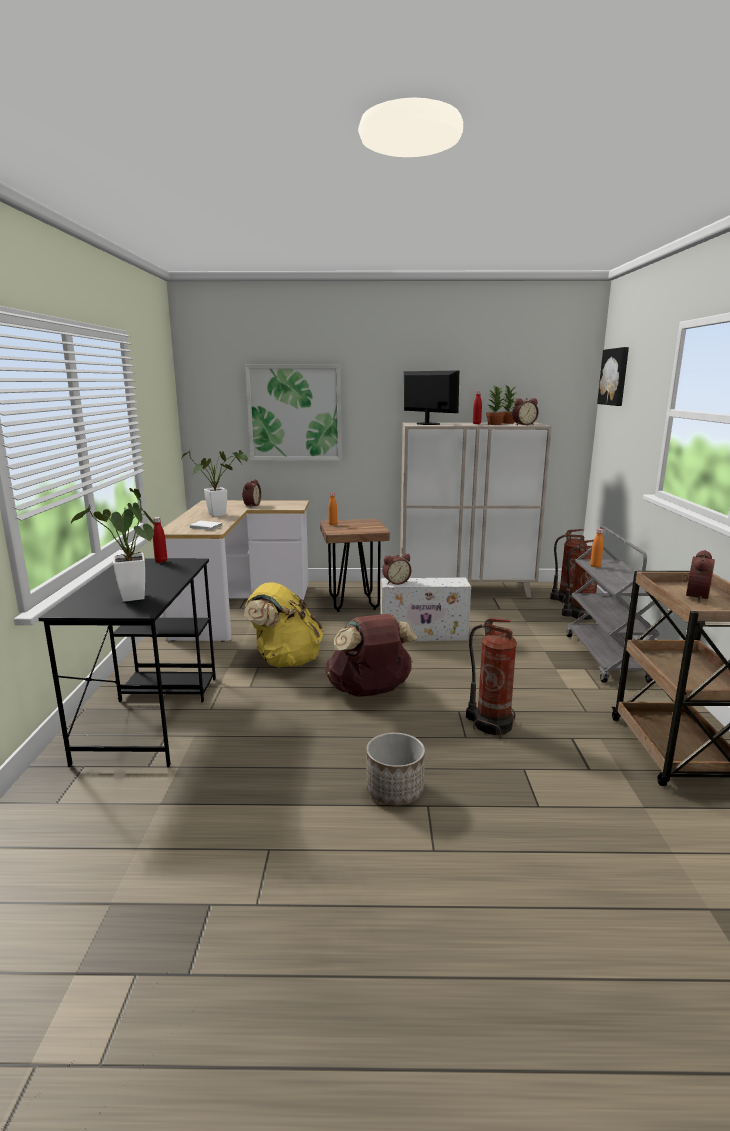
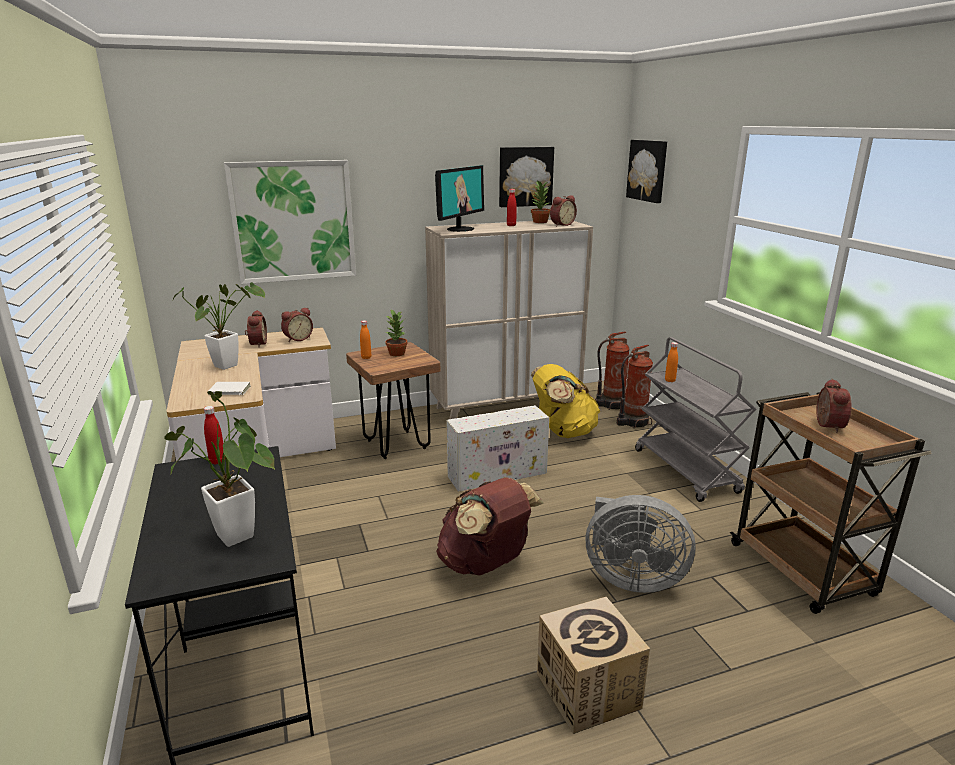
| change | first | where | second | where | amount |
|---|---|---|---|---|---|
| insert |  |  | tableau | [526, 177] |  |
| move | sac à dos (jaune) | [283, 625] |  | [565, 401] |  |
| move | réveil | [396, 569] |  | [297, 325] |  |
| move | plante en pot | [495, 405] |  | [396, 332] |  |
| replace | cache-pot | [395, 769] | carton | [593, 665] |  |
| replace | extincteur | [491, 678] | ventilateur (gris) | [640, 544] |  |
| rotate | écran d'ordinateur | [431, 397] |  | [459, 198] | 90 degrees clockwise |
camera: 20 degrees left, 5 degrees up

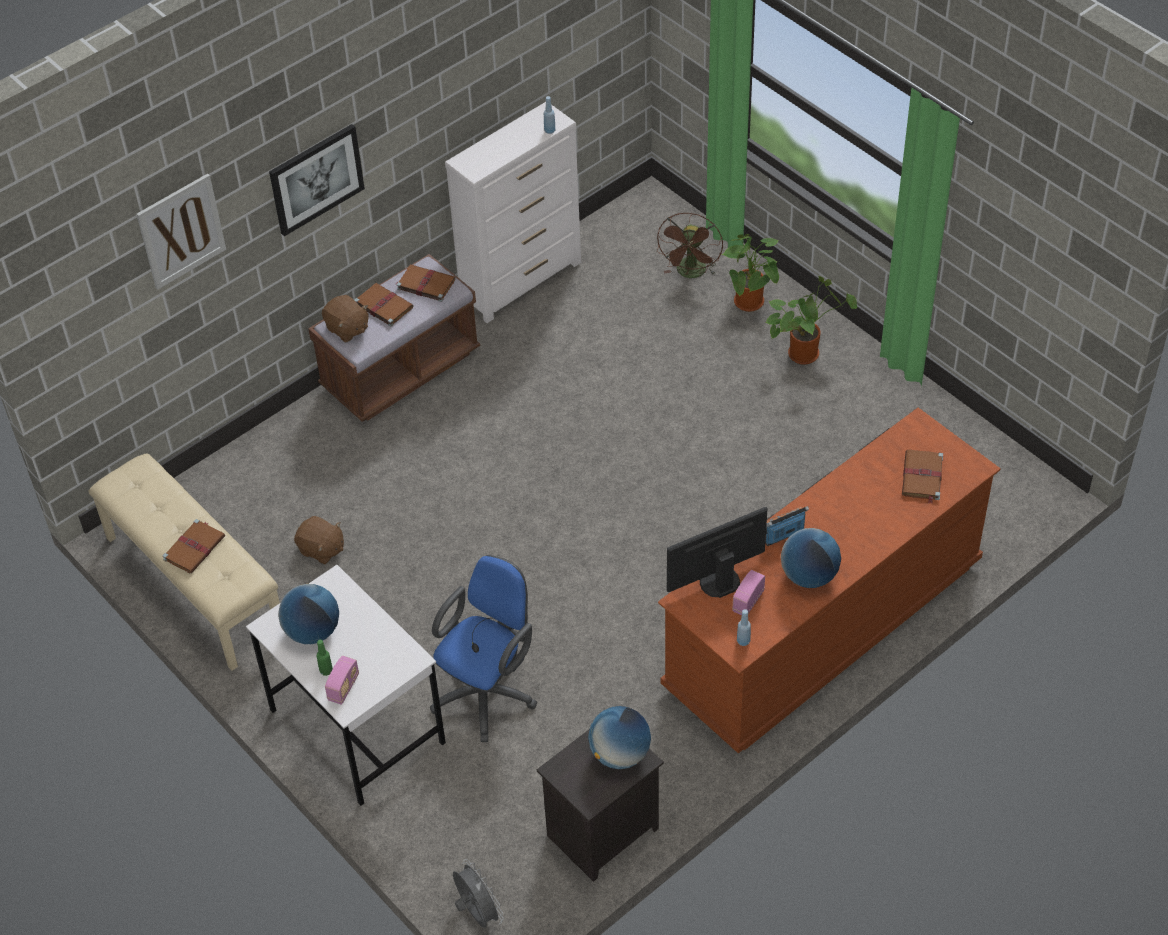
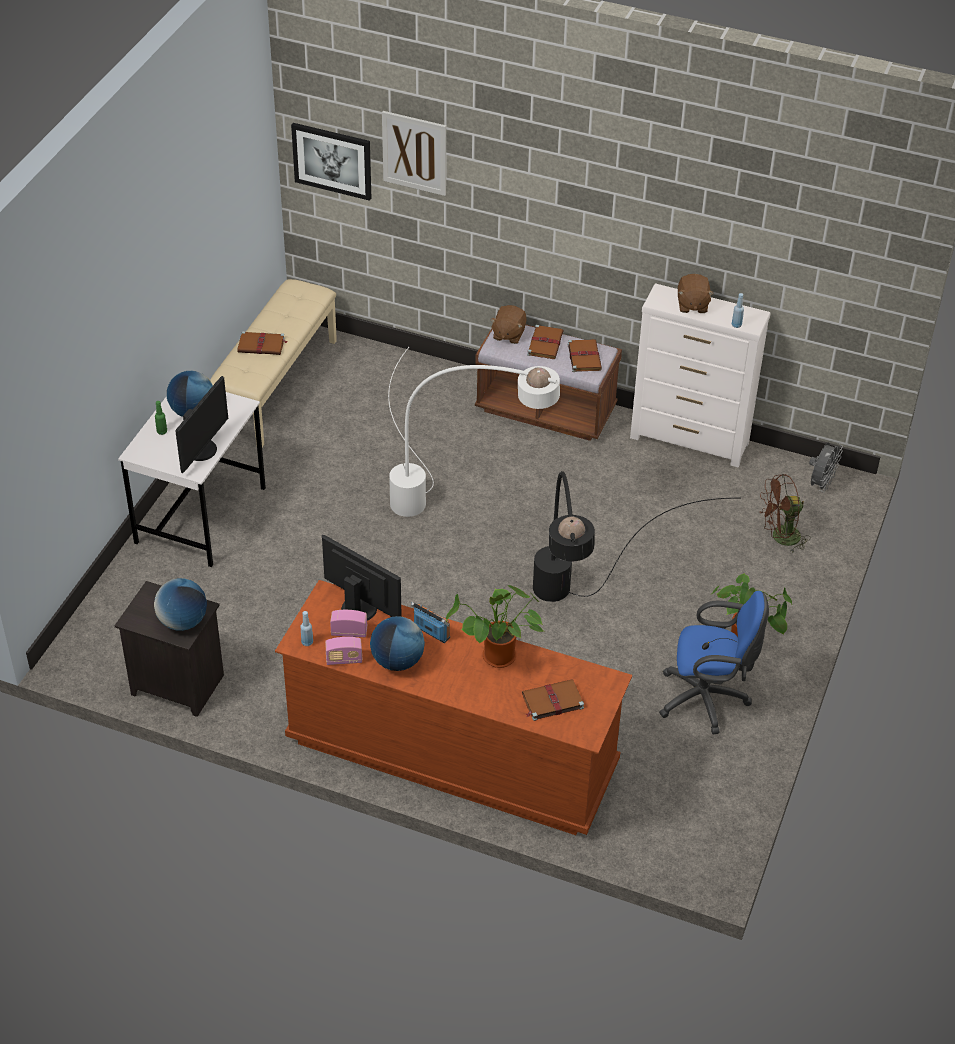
| change | first | where | second | where | amount |
|---|---|---|---|---|---|
| insert |  |  | écran d'ordinateur | [201, 424] |  |
| insert |  |  | lampadaire (blanc) | [474, 432] |  |
| insert |  |  | lampadaire (noir) | [634, 536] |  |
| move | tableau | [317, 180] |  | [331, 162] |  |
| move | peluche (marron) | [319, 540] |  | [696, 293] |  |
| move | radio | [342, 680] |  | [343, 651] |  |
| move | chaise de bureau (bleu) | [483, 648] |  | [714, 662] |  |
| move | ventilateur (gris) | [478, 893] |  | [826, 467] |  |
| move | plante en pot | [750, 273] |  | [495, 626] |  |
camera: 60 degrees right, 5 degrees down

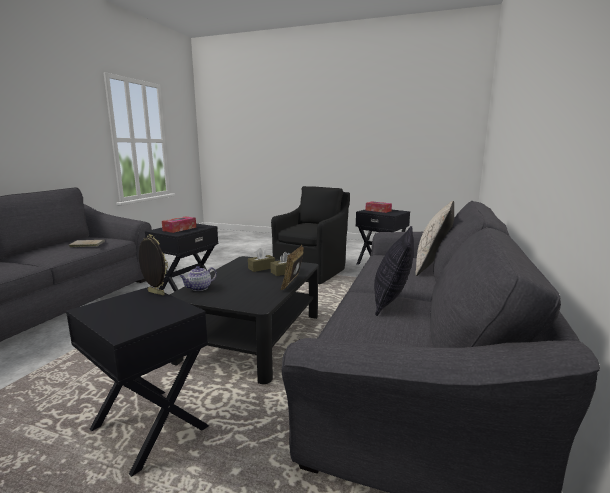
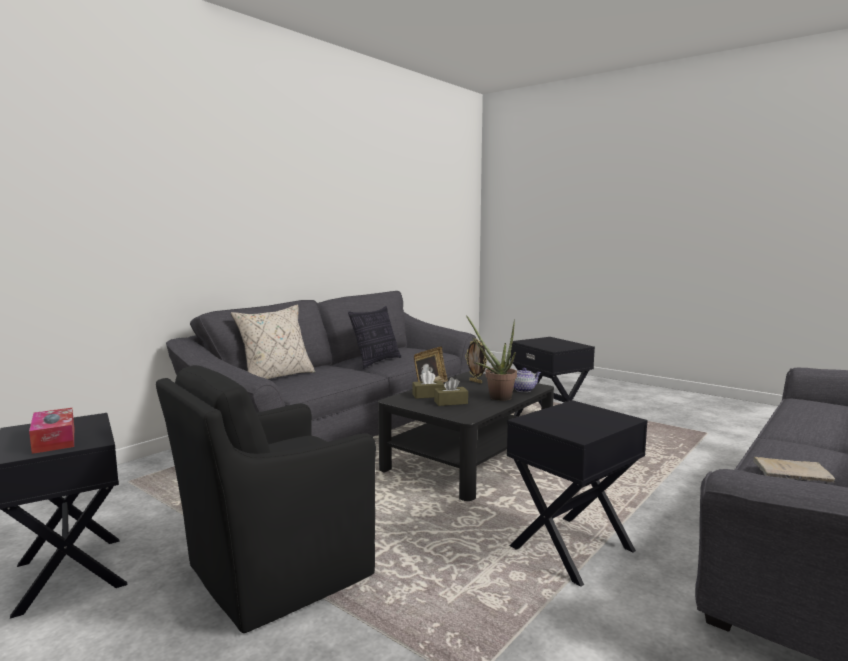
| change | first | where | second | where | amount |
|---|---|---|---|---|---|
| delete | boîte à mouchoirs | [179, 224] |  |  |  |
| insert |  |  | plante en pot | [491, 358] |  |
| move | cadre photo | [153, 264] |  | [476, 361] |  |
camera: 160 degrees left, 5 degrees down

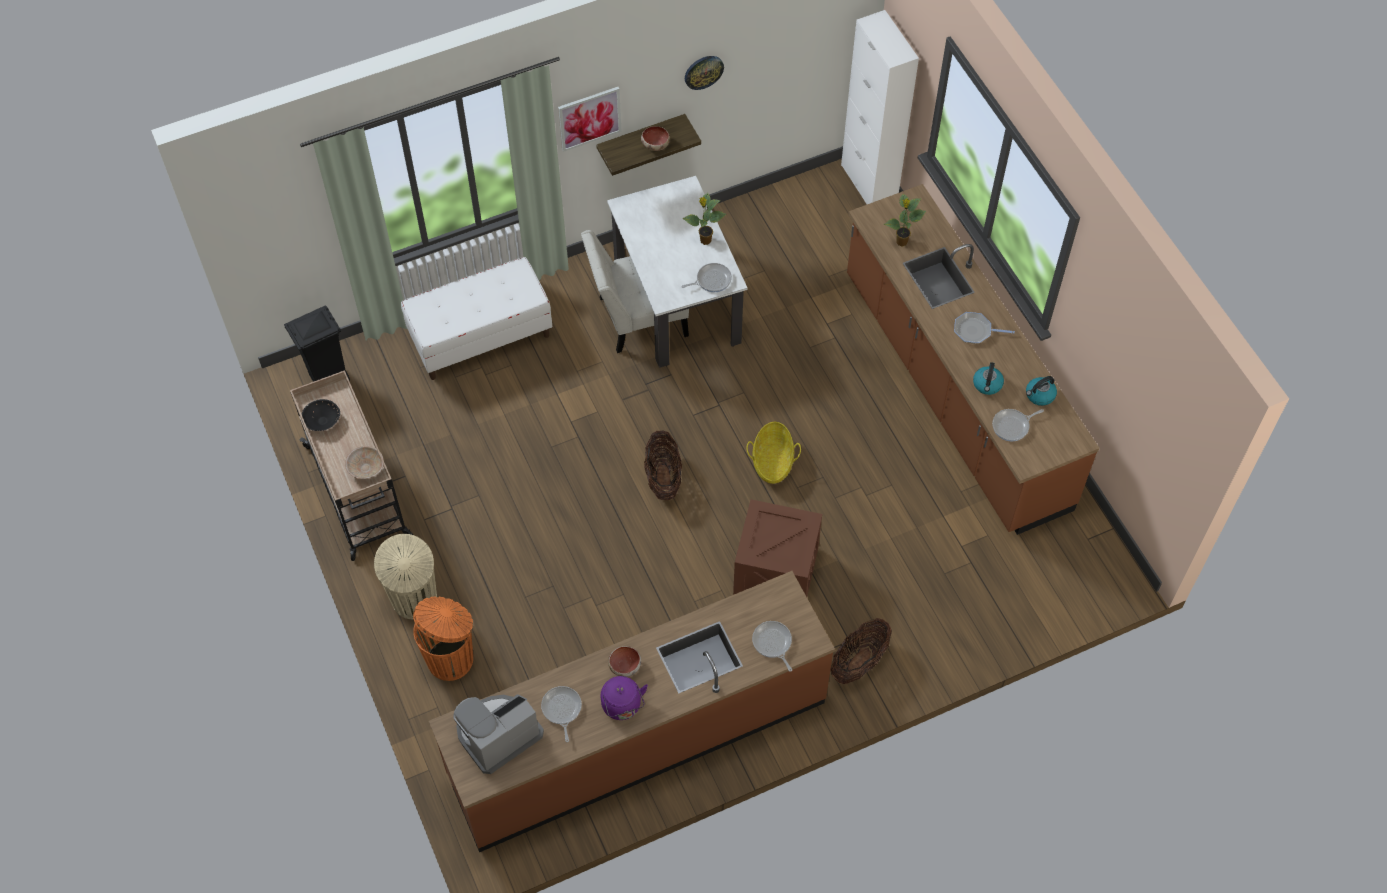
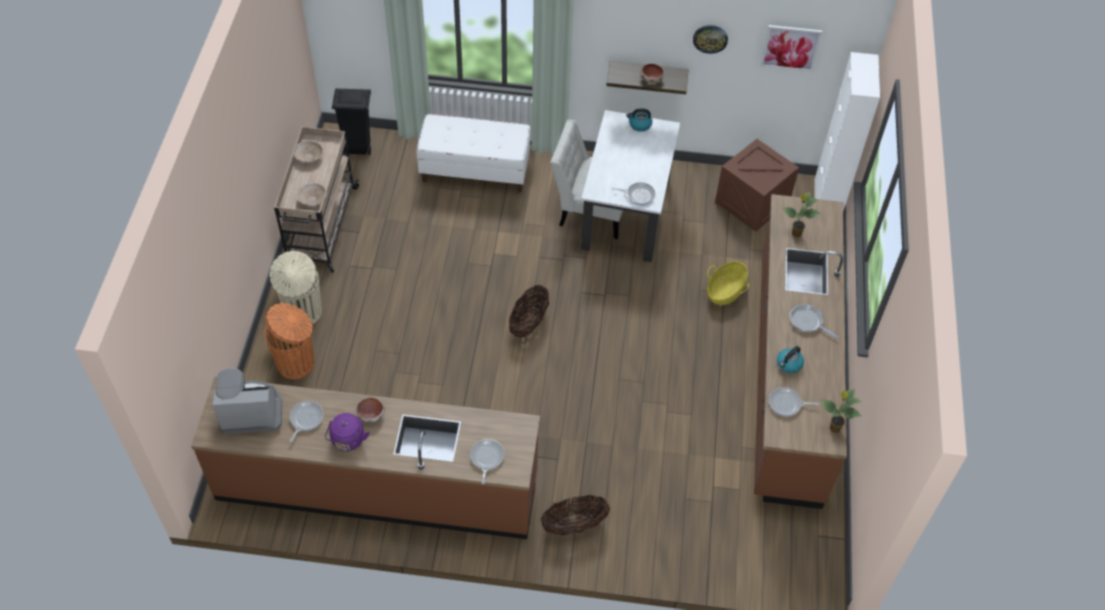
| change | first | where | second | where | amount |
|---|---|---|---|---|---|
| move | tableau | [590, 119] |  | [791, 48] |  |
| move | plante en pot | [704, 219] |  | [841, 411] |  |
| move | caisse | [777, 548] |  | [757, 185] |  |
| move | panier | [773, 453] |  | [728, 283] |  |
| move | bouilloire | [1041, 391] |  | [639, 120] |  |
| recolor | bol (noir) | [321, 415] | bol (beige) | [308, 151] |  |
camera: 30 degrees right, 5 degrees down

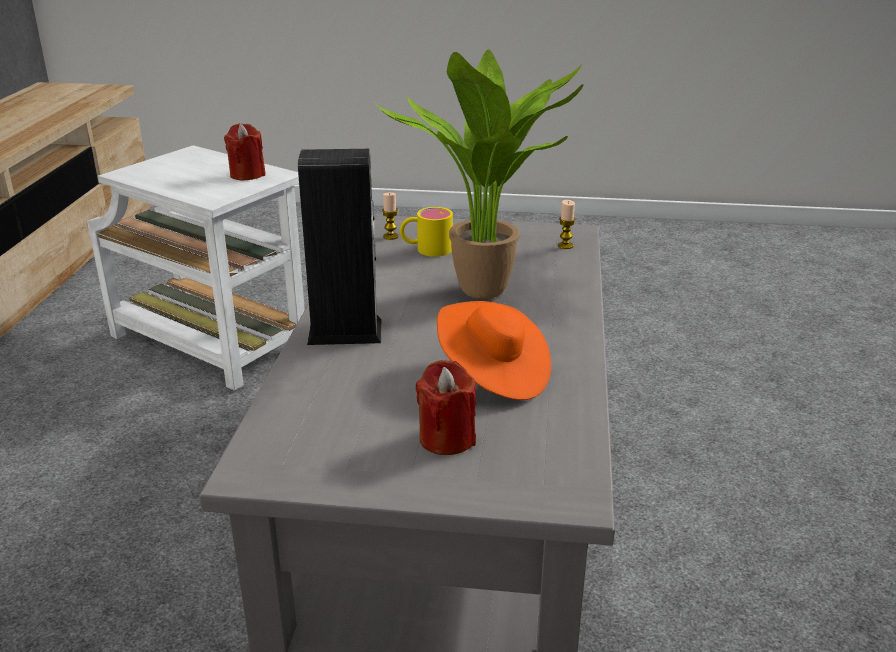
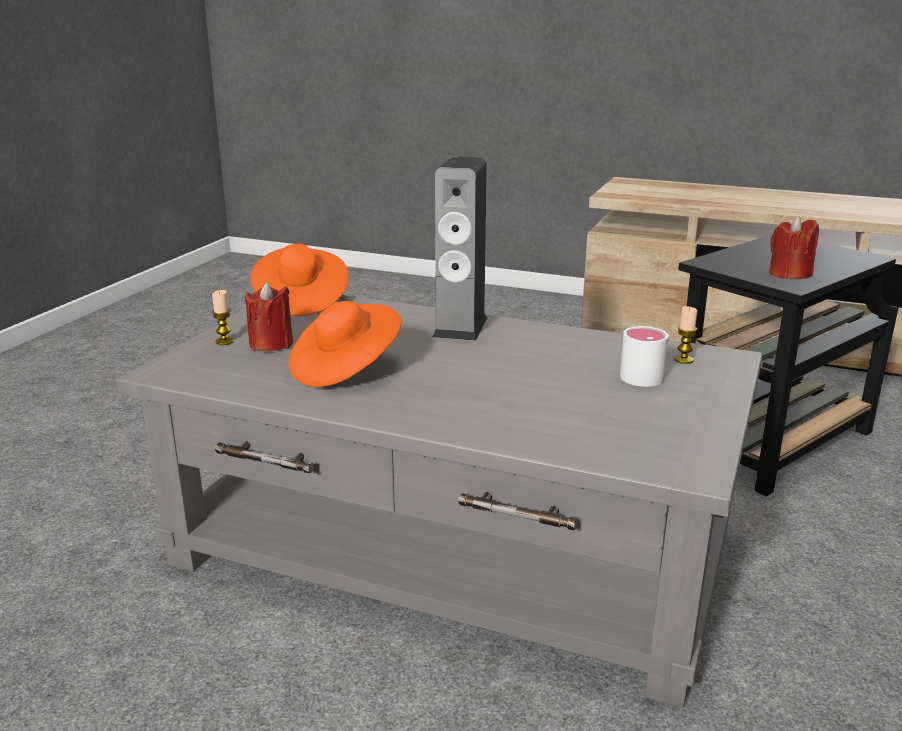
| change | first | where | second | where | amount |
|---|---|---|---|---|---|
| delete | plante en pot | [479, 174] |  |  |  |
| insert |  |  | chapeau (orange) | [299, 280] |  |
| move | bougie | [566, 224] |  | [223, 317] |  |
| recolor | table d'appoint (blanc) | [196, 268] | table d'appoint (noir) | [788, 365] |  |
| recolor | mug (jaune) | [426, 232] | mug (blanc) | [644, 356] |  |
camera: 105 degrees right, 5 degrees down

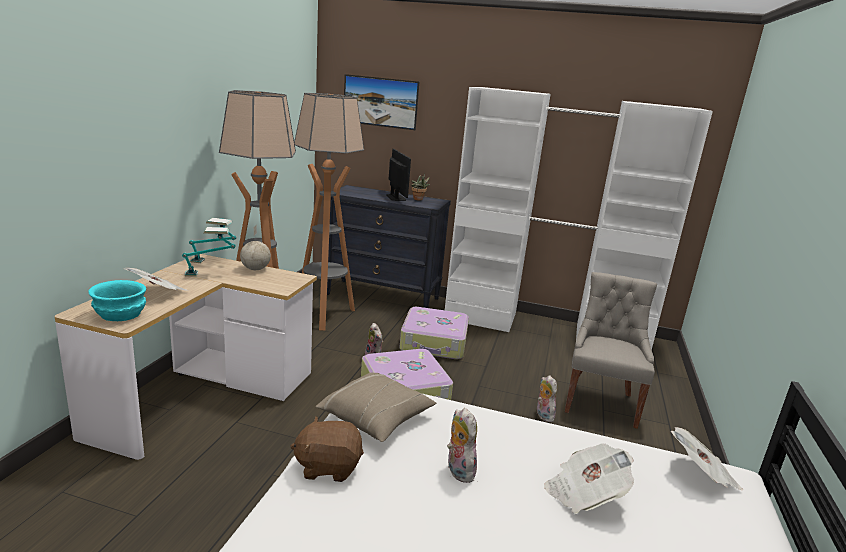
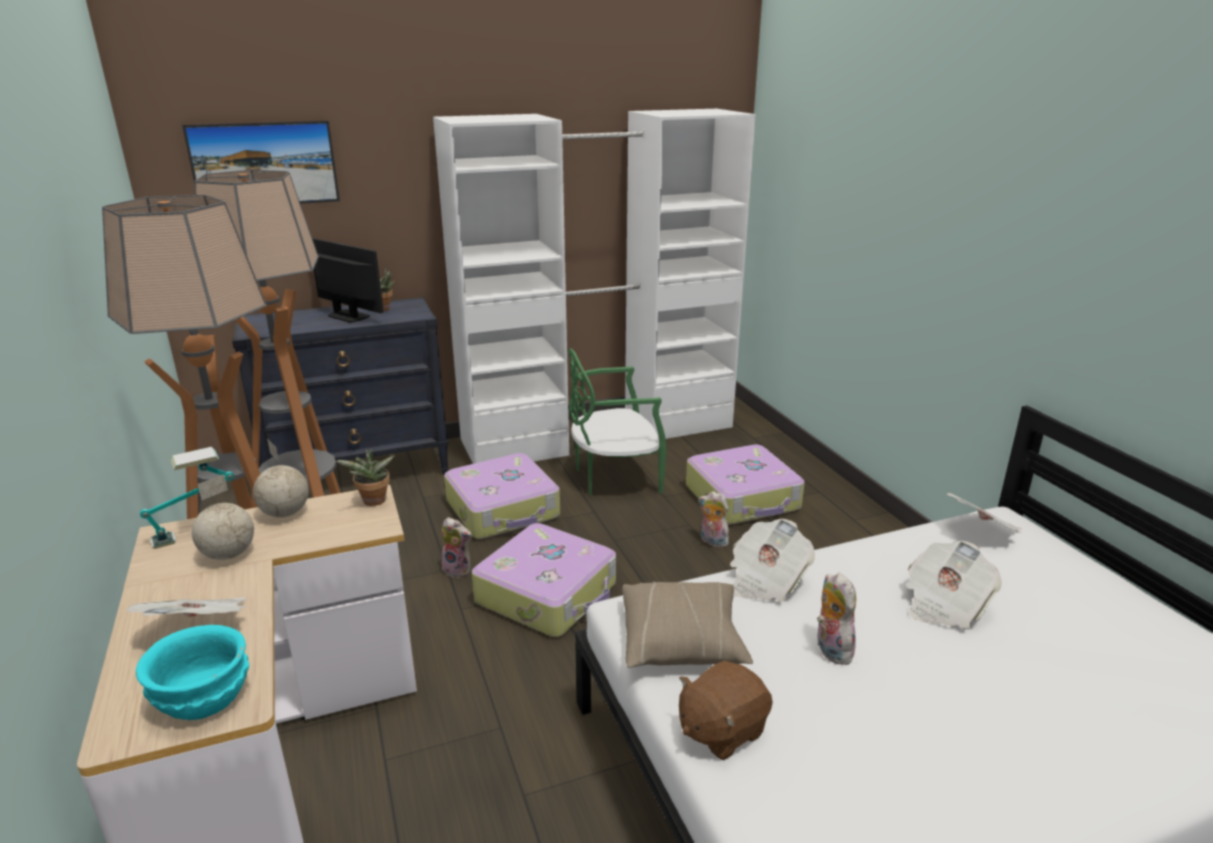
| change | first | where | second | where | amount |
|---|---|---|---|---|---|
| insert |  |  | plante en pot | [365, 477] |  |
| insert |  |  | chaise (vert) | [617, 421] |  |
| insert |  |  | journal | [772, 560] |  |
| replace | lampe de table | [209, 251] | globe | [223, 517] |  |
| replace | chaise (gris) | [611, 350] | valise | [745, 484] |  |
| rotate | peluche | [462, 445] |  | [836, 619] | 45 degrees clockwise |
camera: 35 degrees left, 5 degrees up

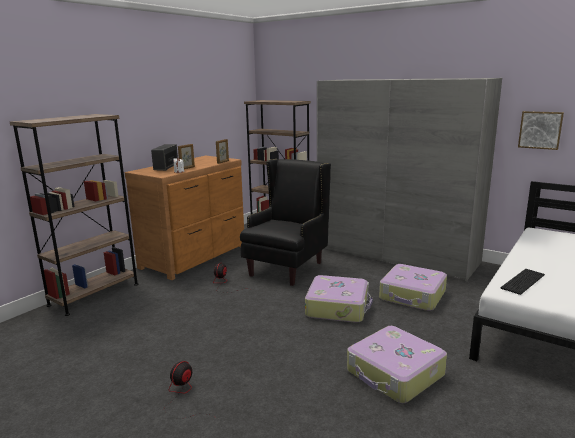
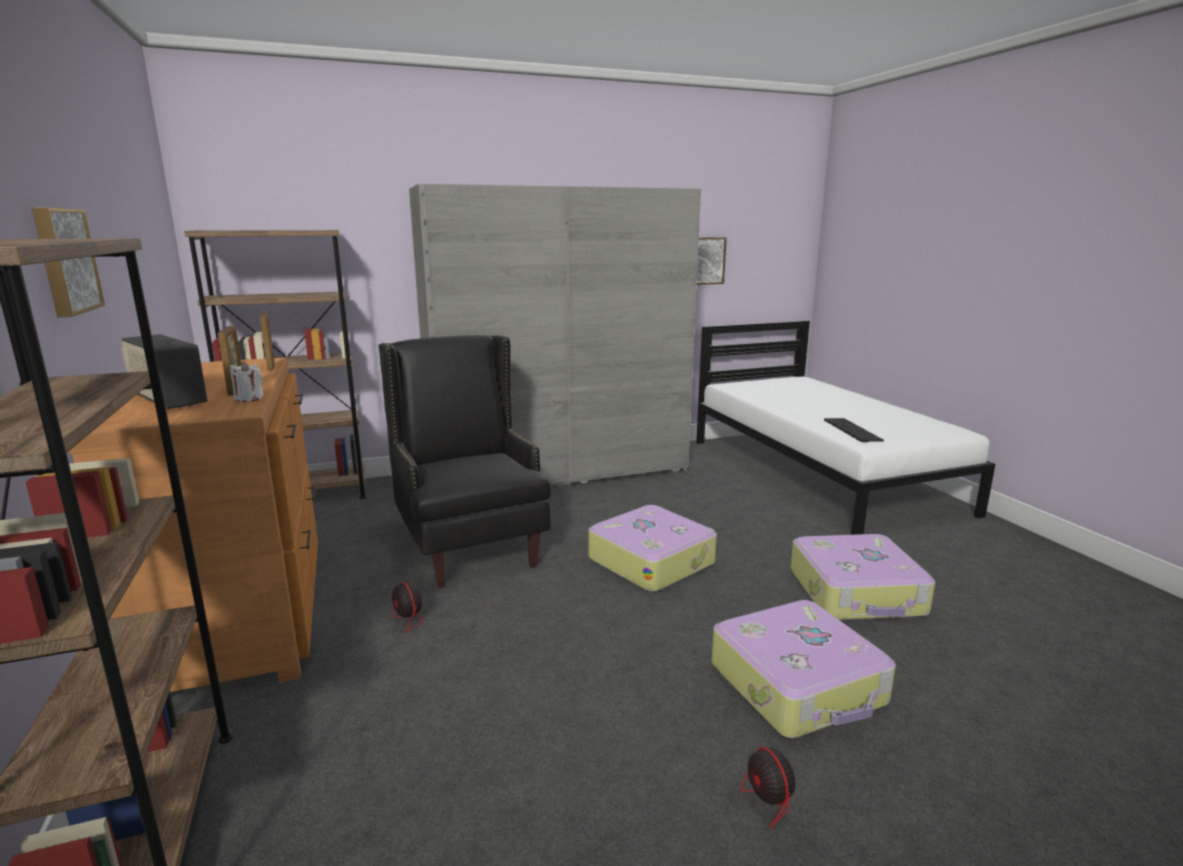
| change | first | where | second | where | amount |
|---|---|---|---|---|---|
| insert |  |  | tableau | [68, 262] |  |
| move | valise | [413, 287] |  | [804, 669] |  |
camera: 55 degrees left, 0 degrees up

